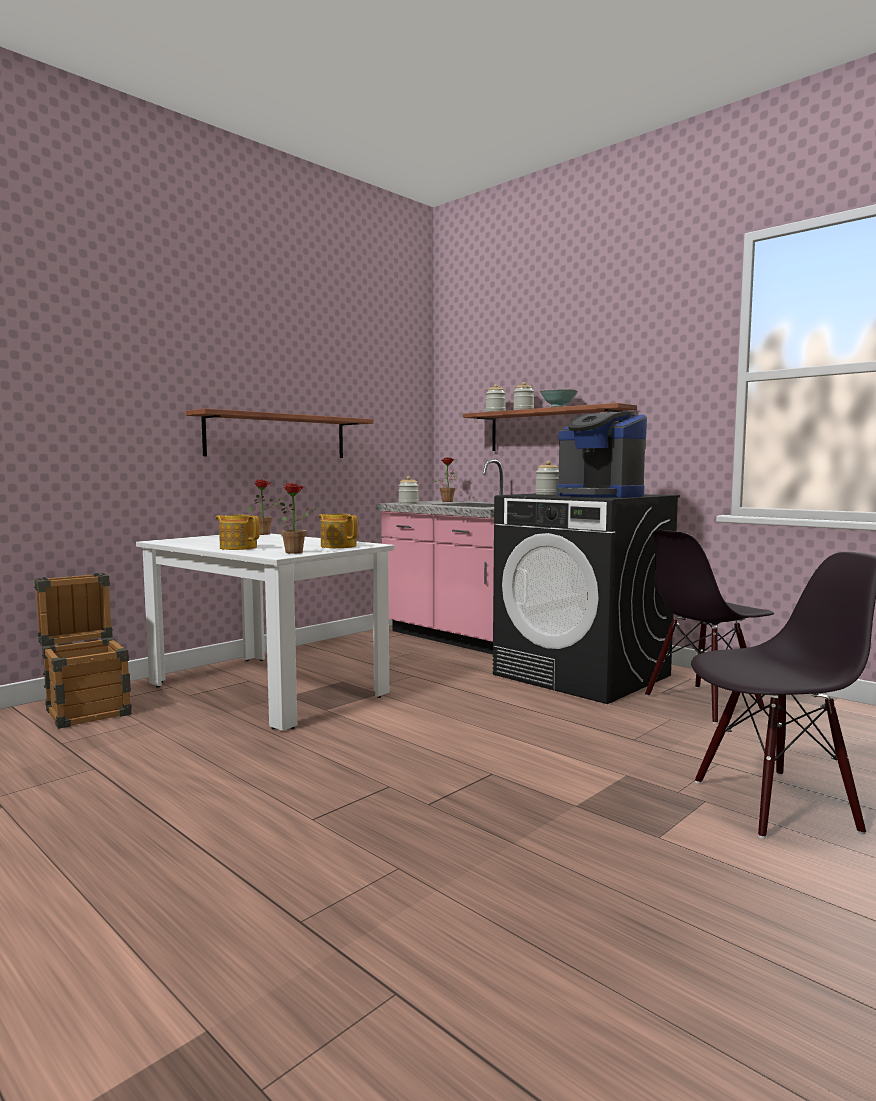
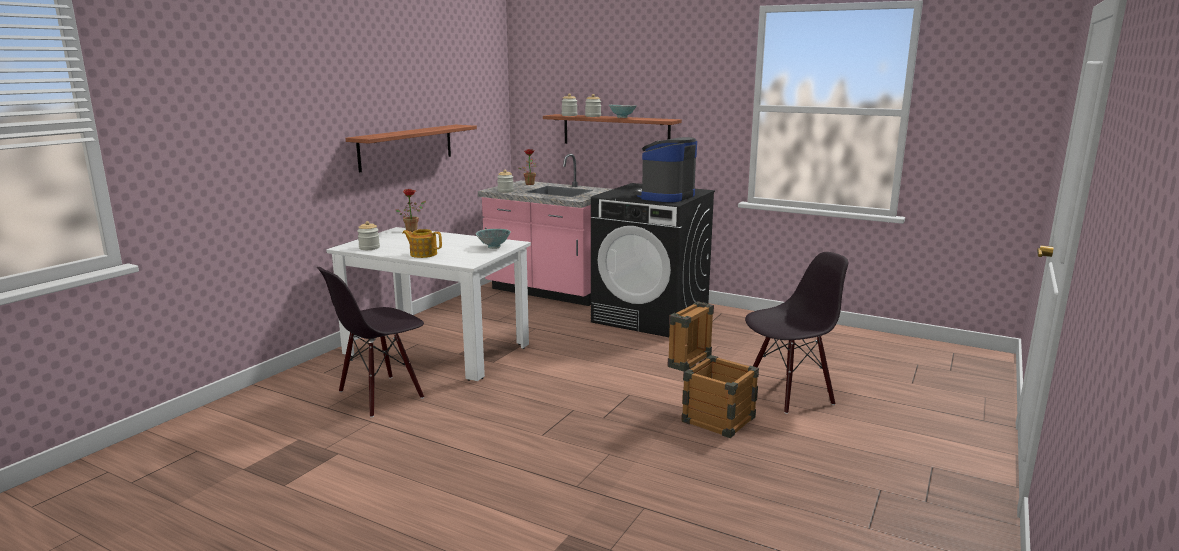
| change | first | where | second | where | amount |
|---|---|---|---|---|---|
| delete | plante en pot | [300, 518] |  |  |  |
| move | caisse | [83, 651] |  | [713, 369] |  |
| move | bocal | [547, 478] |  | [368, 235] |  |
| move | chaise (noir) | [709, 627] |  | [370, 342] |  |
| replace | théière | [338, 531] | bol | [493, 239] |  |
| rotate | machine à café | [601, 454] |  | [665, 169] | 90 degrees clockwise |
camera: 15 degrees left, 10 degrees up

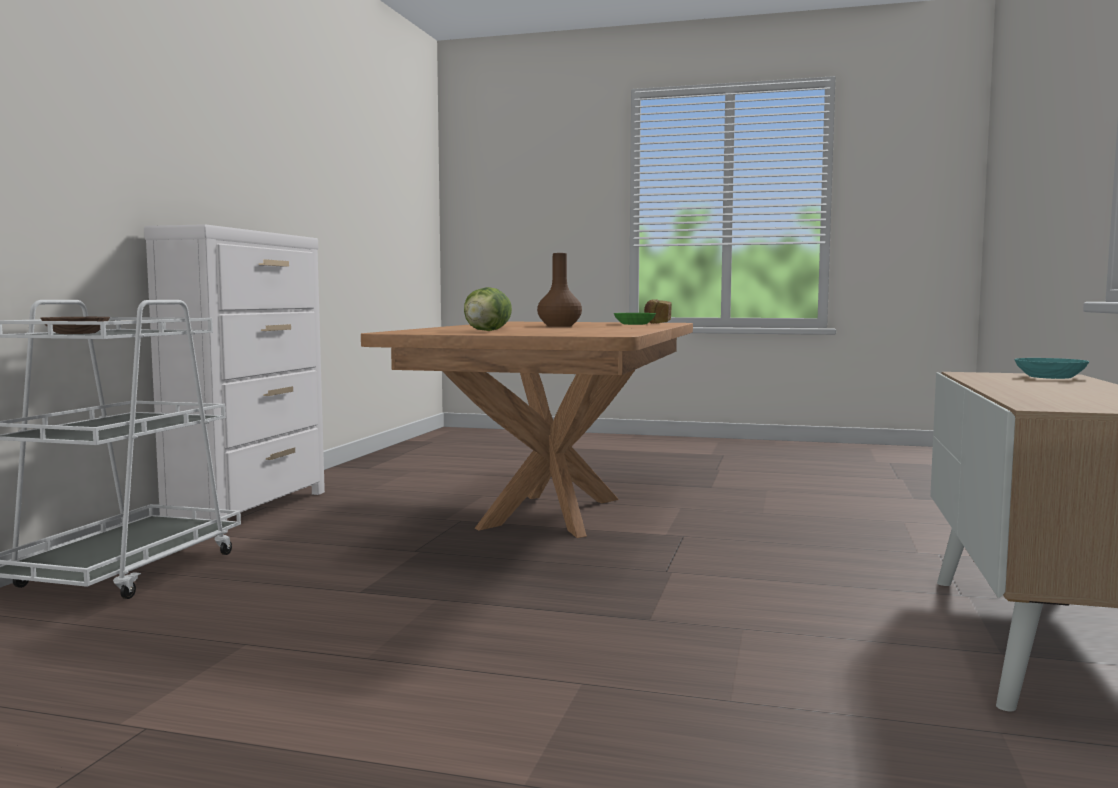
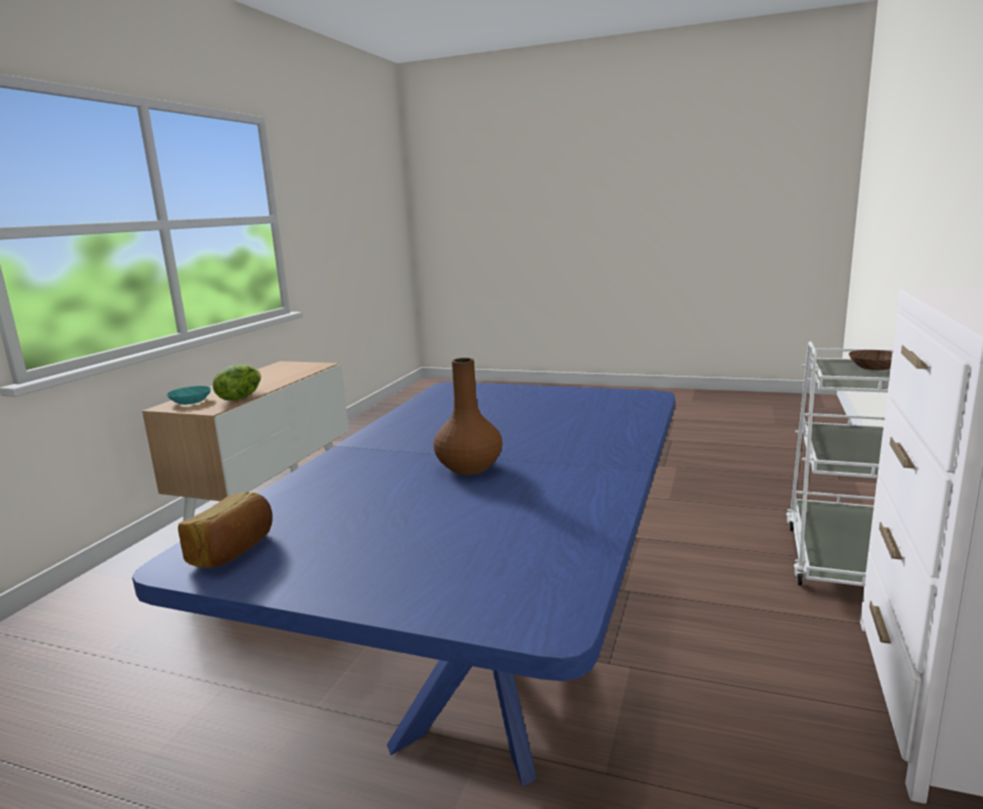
| change | first | where | second | where | amount |
|---|---|---|---|---|---|
| delete | bol (vert) | [635, 319] |  |  |  |
| move | laitue | [488, 309] |  | [237, 382] |  |
| recolor | table à manger (marron) | [527, 430] | table à manger (bleu) | [403, 584] |  |
camera: 175 degrees left, 10 degrees up

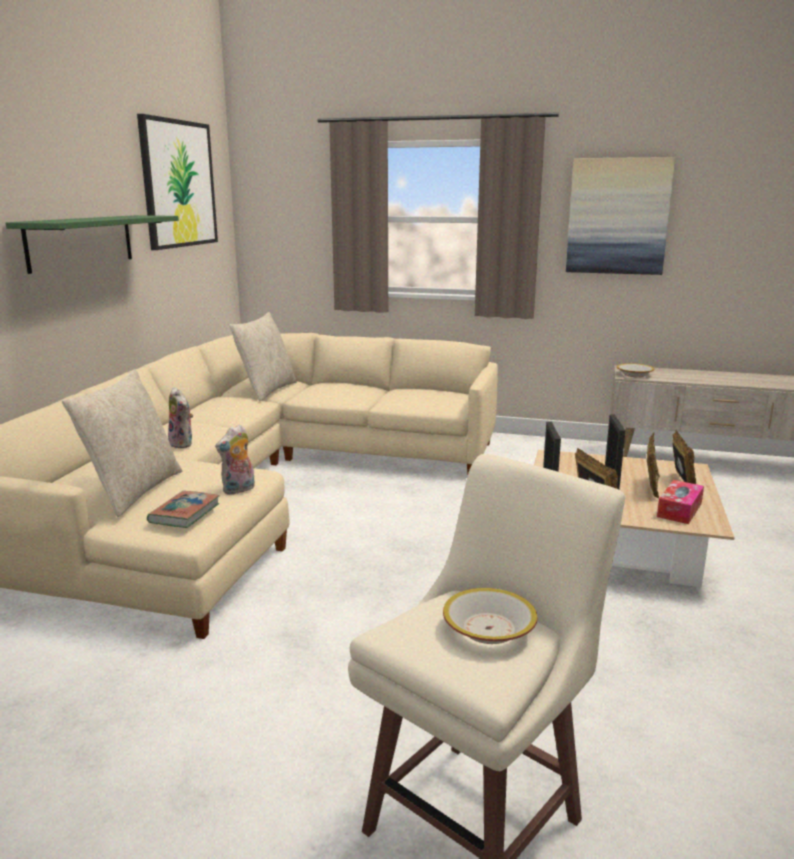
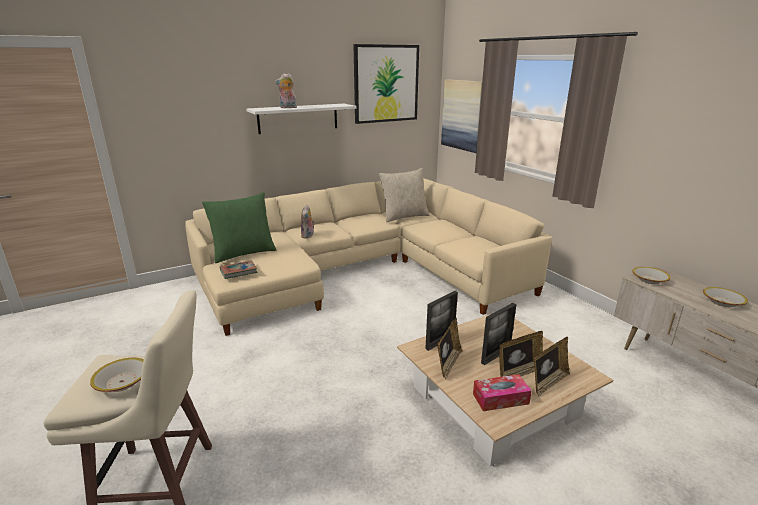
| change | first | where | second | where | amount |
|---|---|---|---|---|---|
| insert |  |  | bol | [725, 297] |  |
| move | peluche | [235, 459] |  | [286, 90] |  |
| move | tableau | [620, 216] |  | [461, 116] |  |
| recolor | étagère (vert) | [92, 244] | étagère (blanc) | [301, 119] |  |
| recolor | coussin (beige) | [122, 443] | coussin (vert) | [239, 227] |  |
camera: 45 degrees right, 5 degrees up

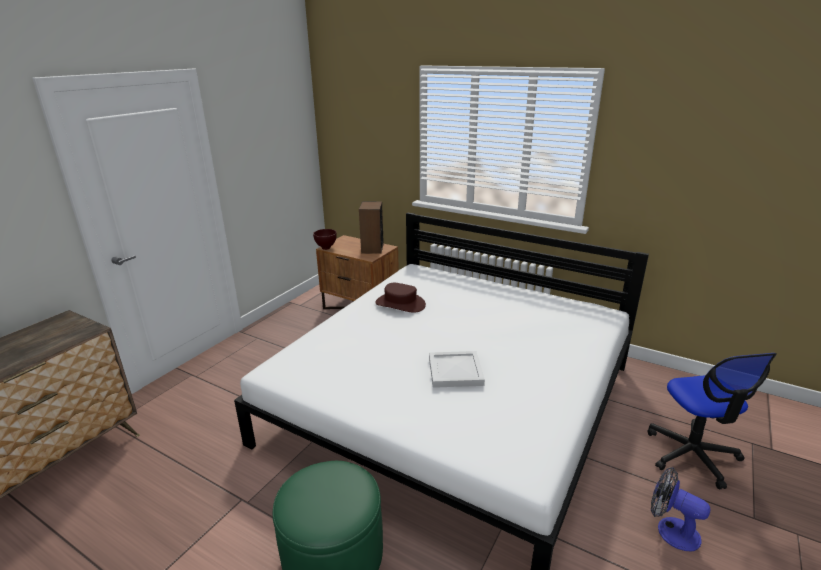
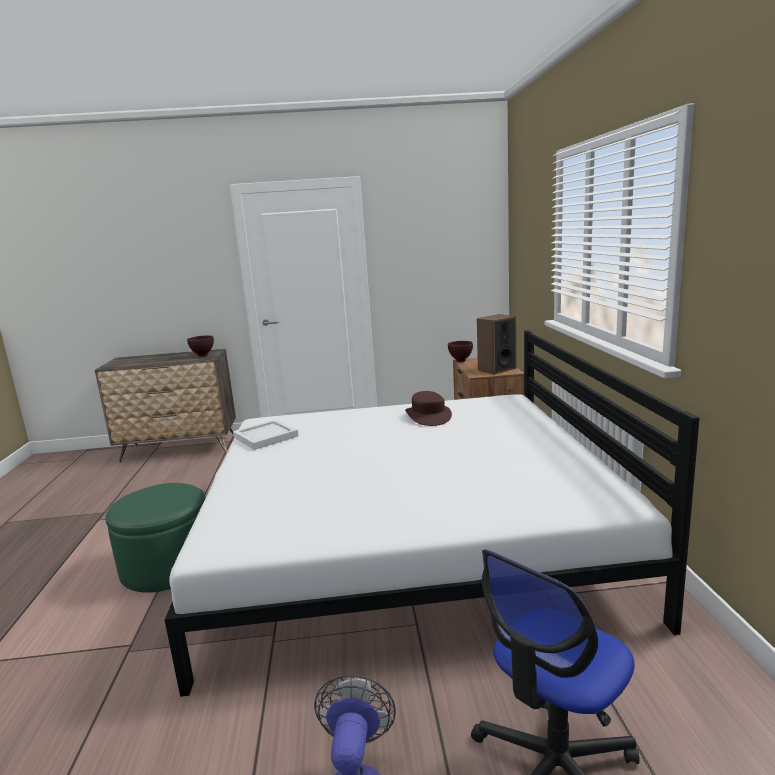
| change | first | where | second | where | amount |
|---|---|---|---|---|---|
| insert |  |  | bol (marron) | [200, 346] |  |
| move | plateau (blanc) | [457, 369] |  | [265, 434] |  |
camera: 55 degrees right, 10 degrees down

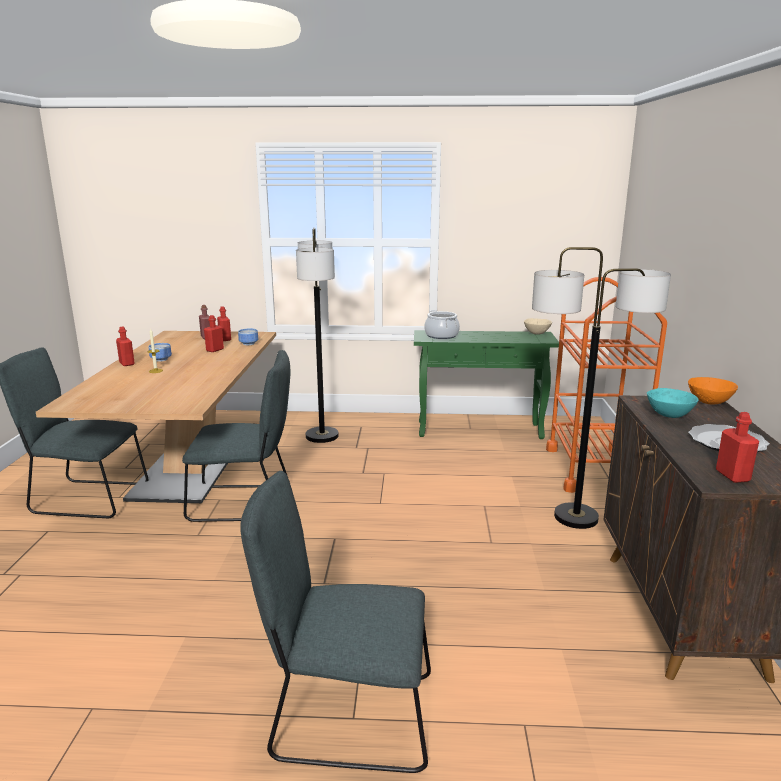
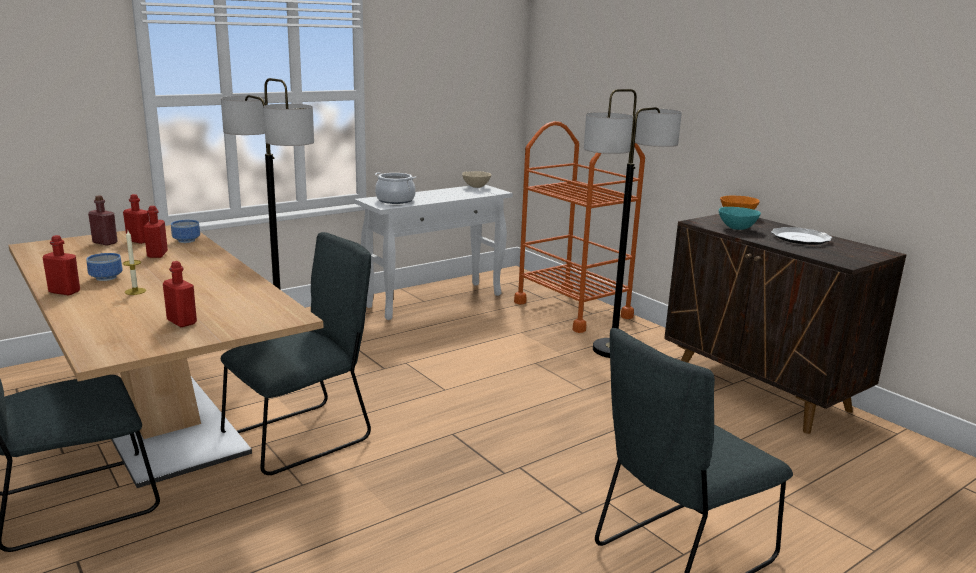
| change | first | where | second | where | amount |
|---|---|---|---|---|---|
| move | bouteille (rouge) | [737, 447] |  | [180, 294] |  |
| recolor | table console (vert) | [486, 384] | table console (blanc) | [433, 252] |  |
camera: 40 degrees left, 0 degrees up

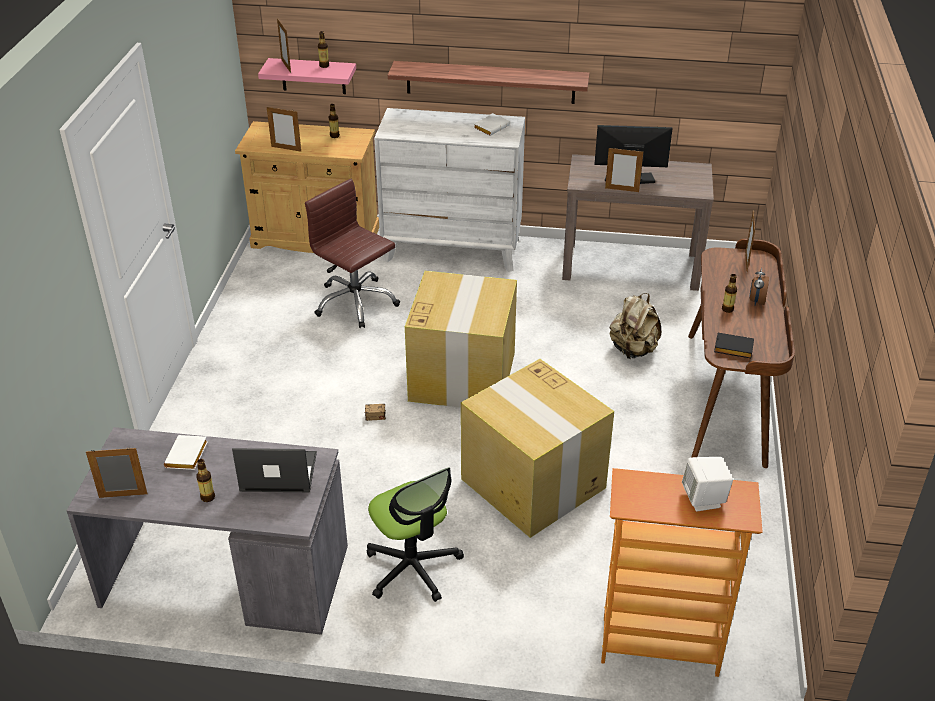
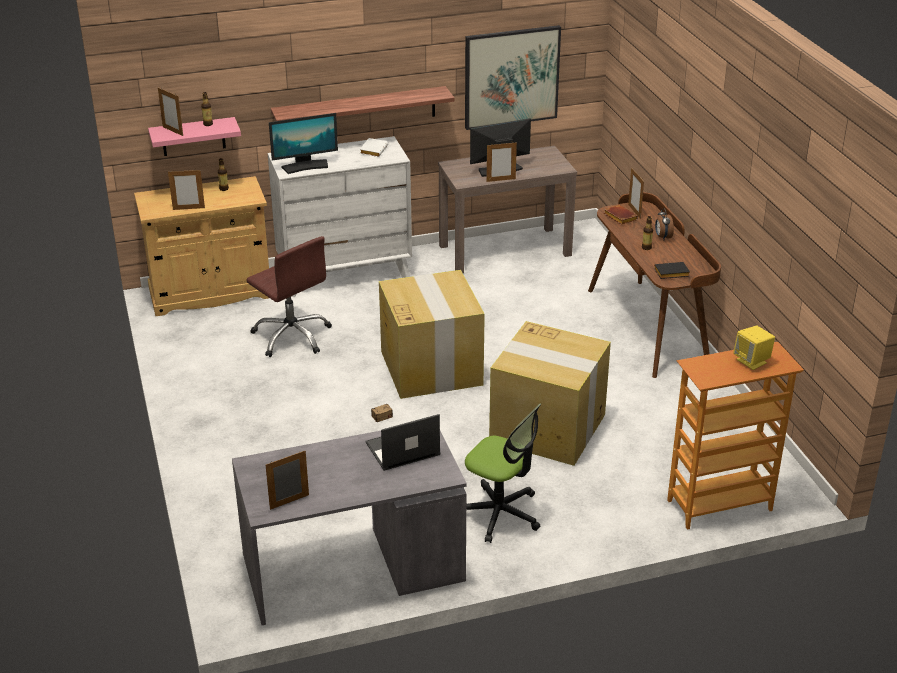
| change | first | where | second | where | amount |
|---|---|---|---|---|---|
| delete | livre (blanc) | [186, 452] |  |  |  |
| delete | bouteille | [205, 480] |  |  |  |
| delete | sac à dos (beige) | [635, 326] |  |  |  |
| insert |  |  | écran d'ordinateur | [303, 143] |  |
| insert |  |  | tableau | [513, 77] |  |
| insert |  |  | livre (marron) | [621, 215] |  |
| recolor | enceinte (blanc) | [707, 484] | enceinte (jaune) | [754, 348] |  |
| rotate | chaise de bureau (marron) | [352, 253] |  | [289, 296] | 150 degrees counterclockwise |
camera: 25 degrees left, 5 degrees down

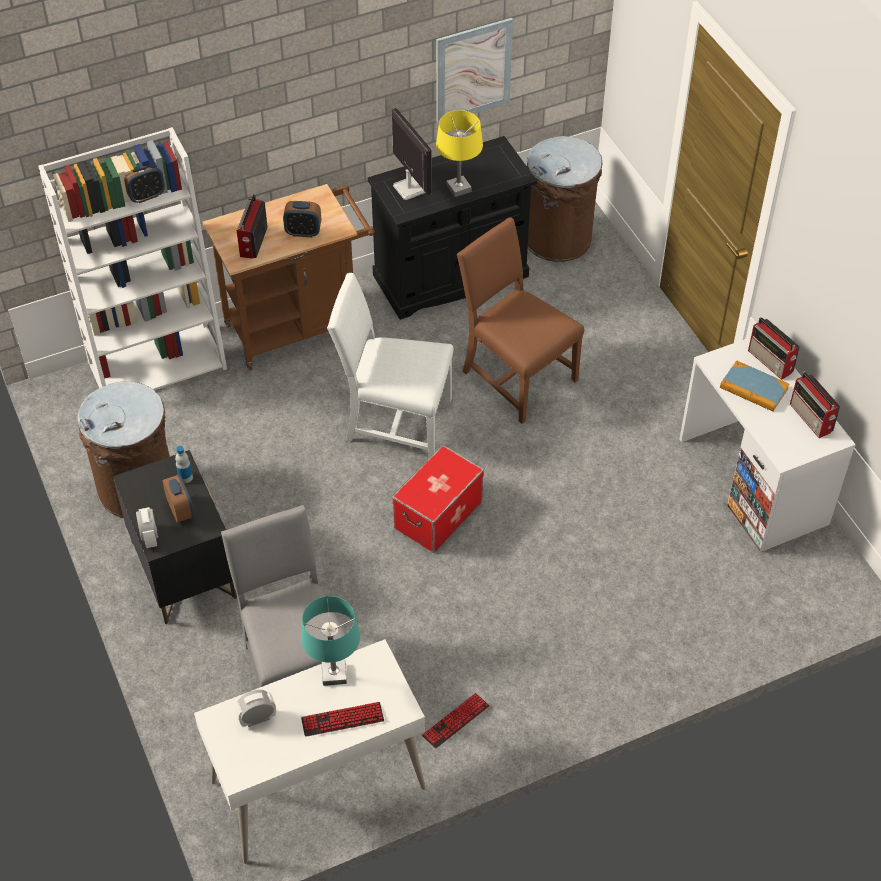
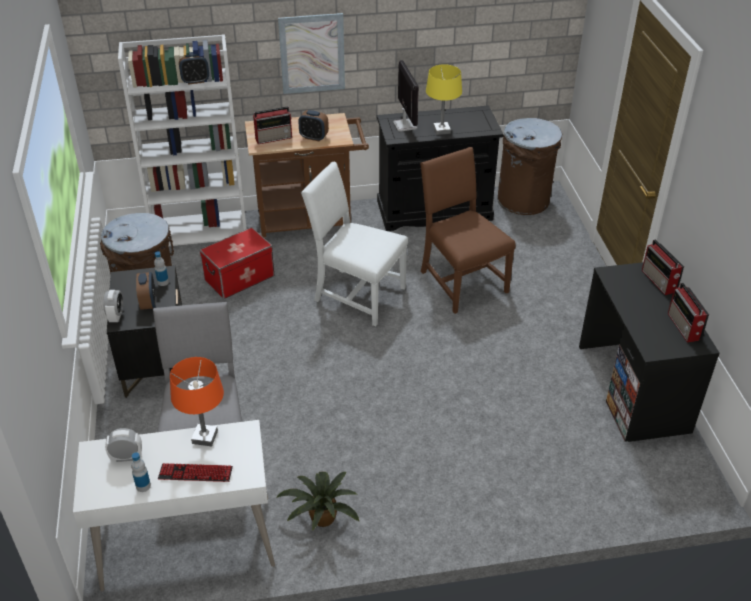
| change | first | where | second | where | amount |
|---|---|---|---|---|---|
| delete | livre | [754, 385] |  |  |  |
| insert |  |  | bouteille | [141, 472] |  |
| move | boîte de rangement | [438, 499] |  | [237, 263] |  |
| move | tableau | [474, 71] |  | [311, 53] |  |
| replace | clavier | [455, 721] | plante en pot | [318, 501] |  |
| recolor | lampe de table (turquoise) | [330, 641] | lampe de table (orange) | [197, 401] |  |
| recolor | bureau (blanc) | [767, 444] | bureau (noir) | [649, 352] |  |
| rotate | radio | [252, 226] |  | [272, 125] | 135 degrees counterclockwise |
camera: 15 degrees right, 10 degrees down

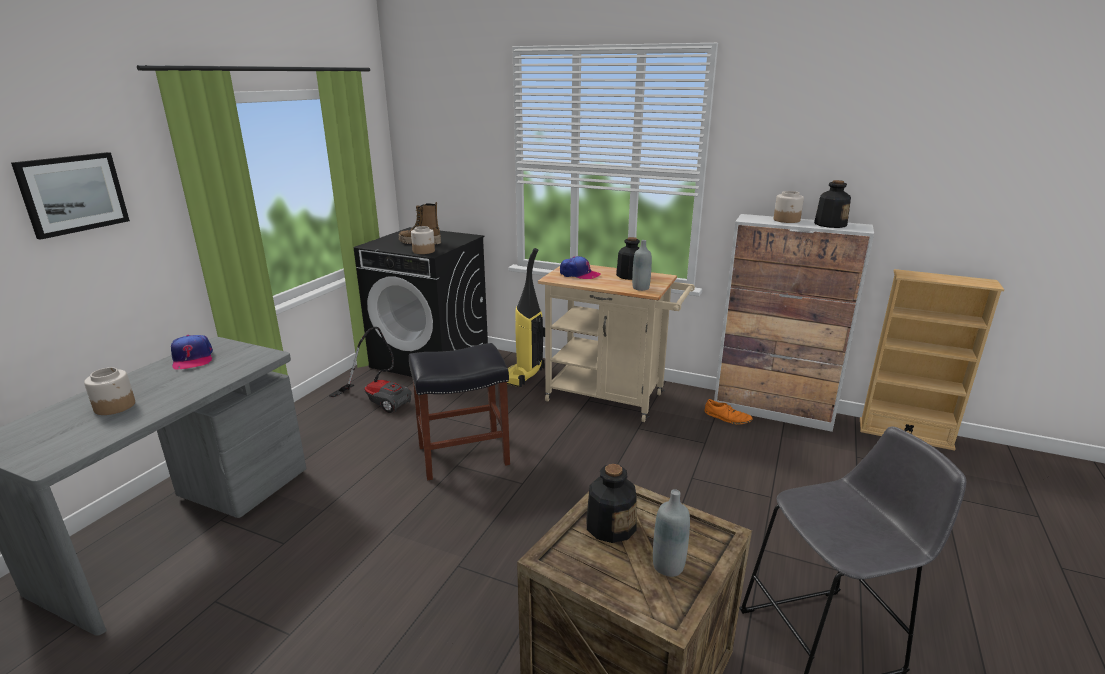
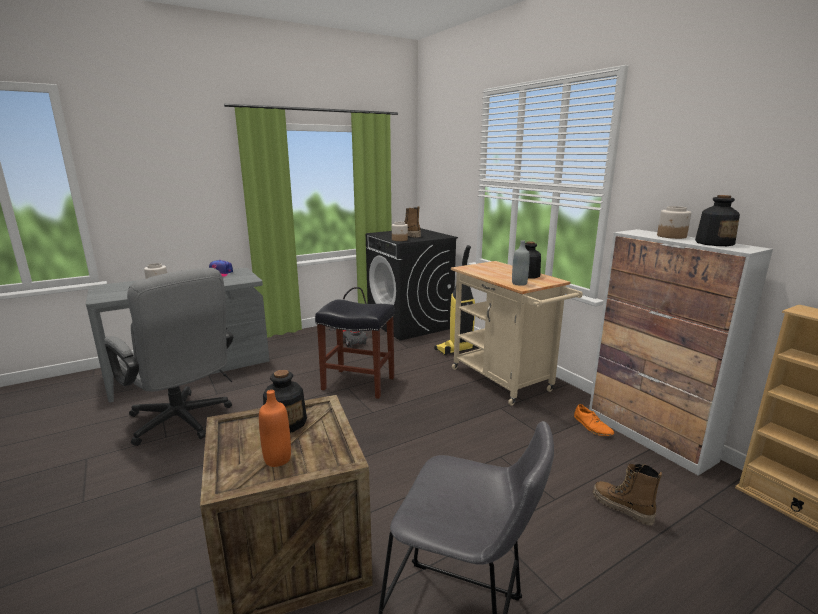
| change | first | where | second | where | amount |
|---|---|---|---|---|---|
| delete | tableau | [70, 196] |  |  |  |
| delete | casquette | [580, 267] |  |  |  |
| insert |  |  | chaise de bureau (gris) | [168, 357] |  |
| insert |  |  | botte | [627, 495] |  |
| recolor | bouteille (gris) | [671, 533] | bouteille (orange) | [275, 428] |  |
camera: 35 degrees right, 5 degrees down

